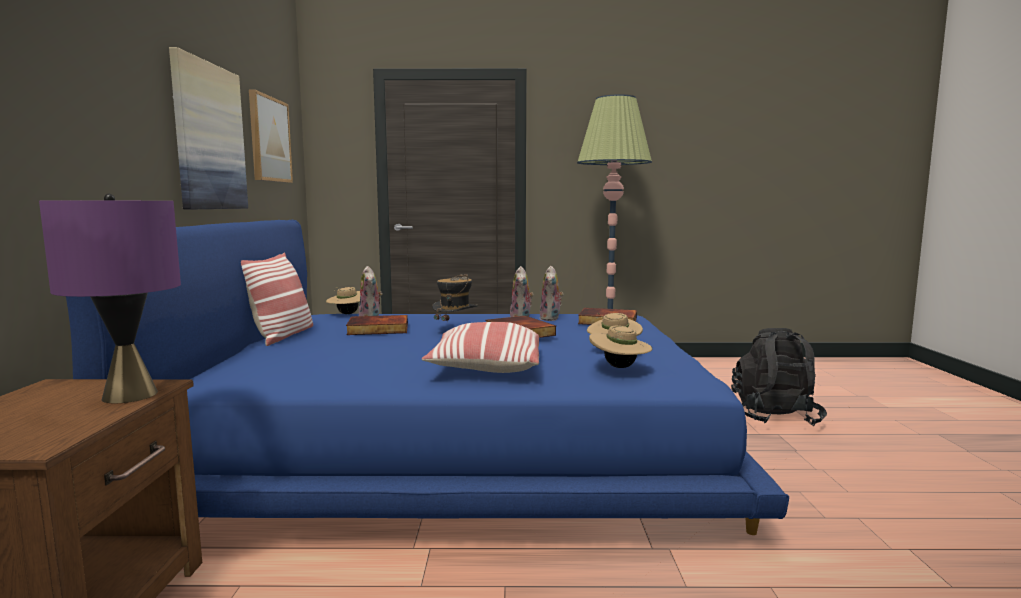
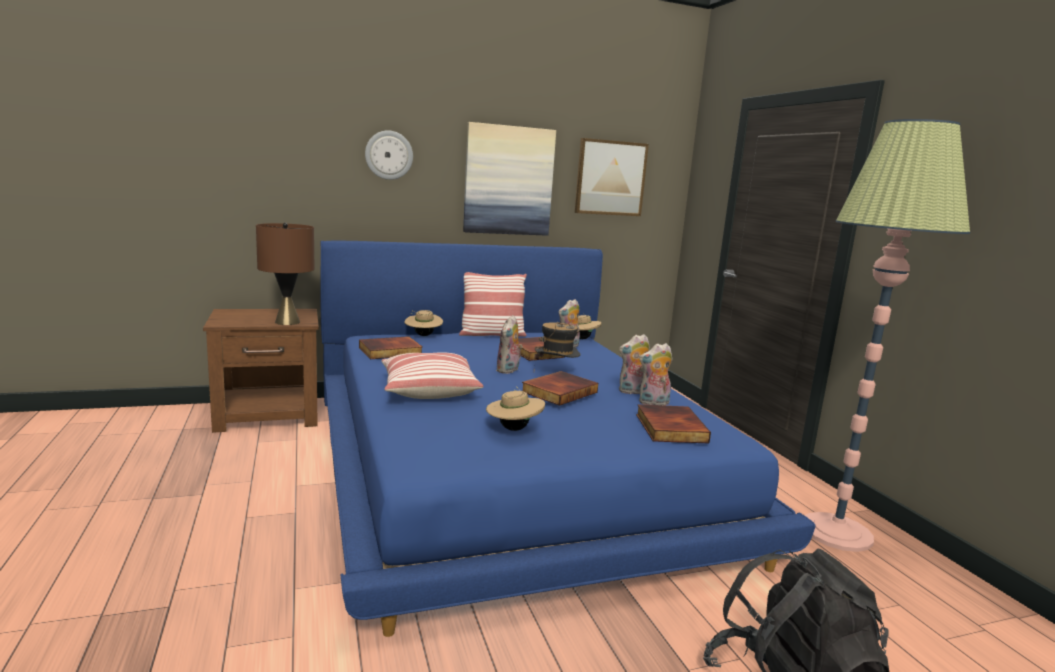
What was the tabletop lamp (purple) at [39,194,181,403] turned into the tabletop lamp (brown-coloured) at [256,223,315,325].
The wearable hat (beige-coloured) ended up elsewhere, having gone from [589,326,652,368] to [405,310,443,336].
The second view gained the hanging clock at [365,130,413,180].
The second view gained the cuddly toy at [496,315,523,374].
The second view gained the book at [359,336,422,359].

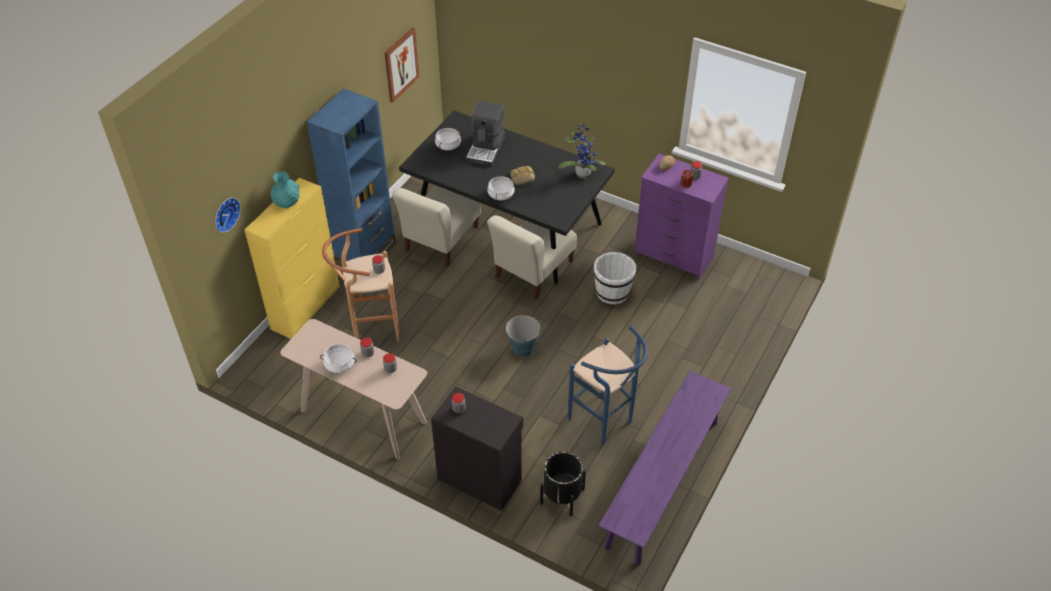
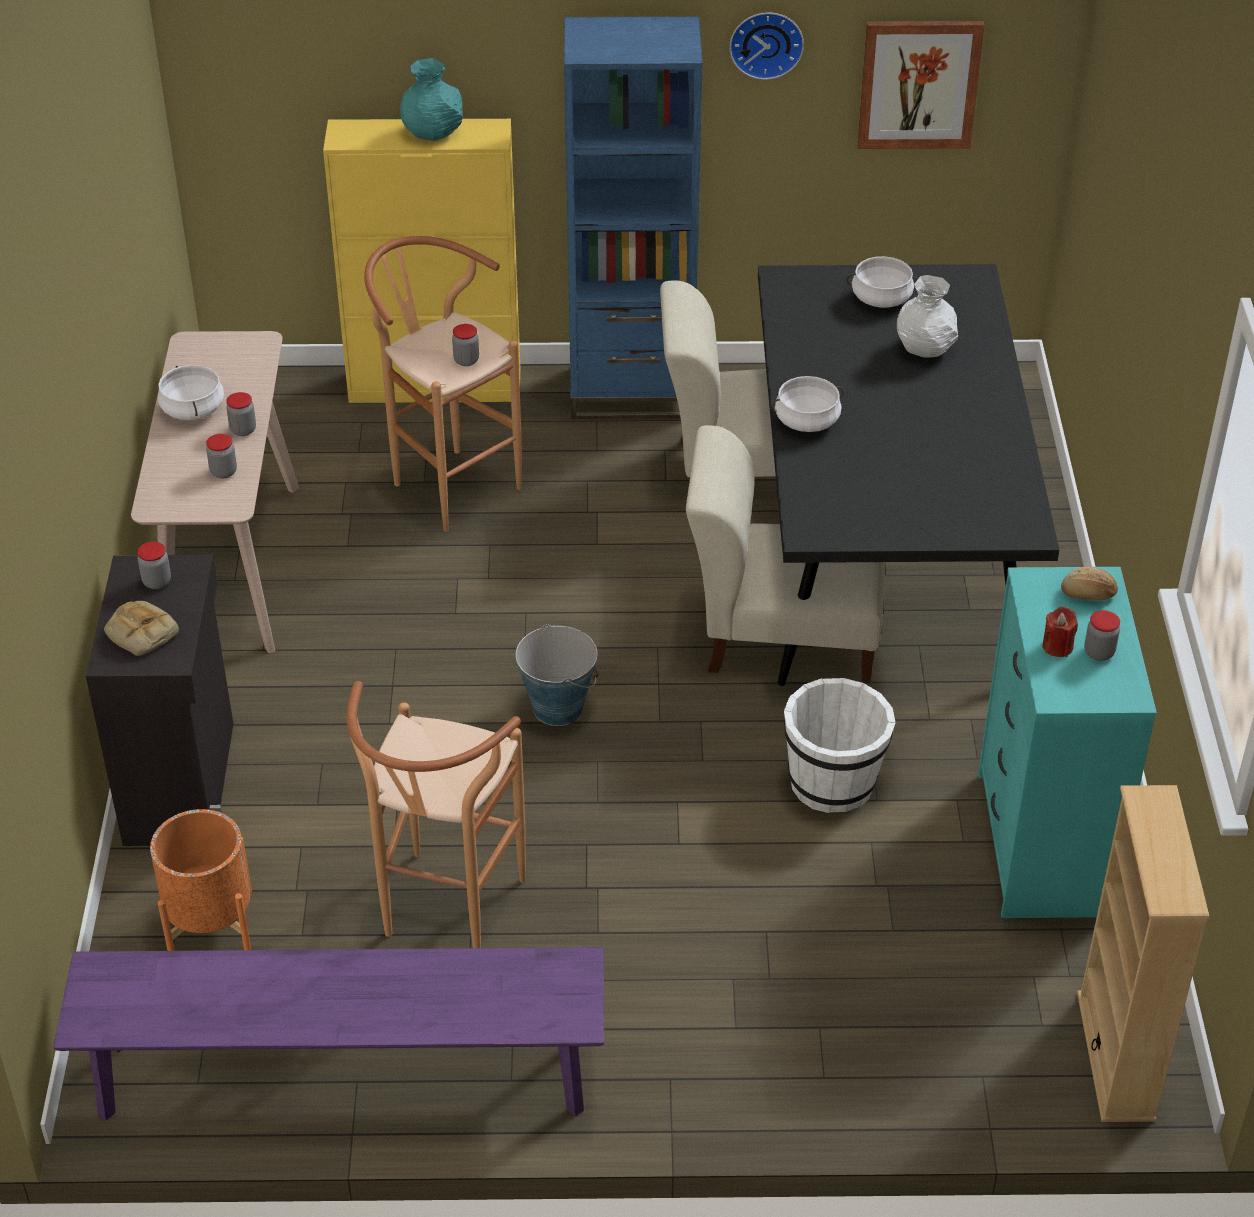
Where the coffee brewer stood at [466,101,505,166], the flower vase (white) came to stand at [897,275,958,358].
The second view lost the houseplant at [558,123,605,178].
What was the dresser (purple) at [634,154,729,281] turned into the dresser (turquoise-coloured) at [978,567,1157,918].
The baked bread ended up elsewhere, having gone from [510,166,535,185] to [104,601,179,656].
The hanging clock ended up elsewhere, having gone from [215,198,241,233] to [729,12,804,80].
What was the sitting stool (bluish) at [568,326,648,445] turned into the sitting stool (brown-coloured) at [347,681,526,948].
What was the plant pot (blackish) at [540,452,586,516] turned into the plant pot (orange) at [150,809,252,951].
The second view gained the shelving unit (beige-coloured) at [1077,785,1209,1122].

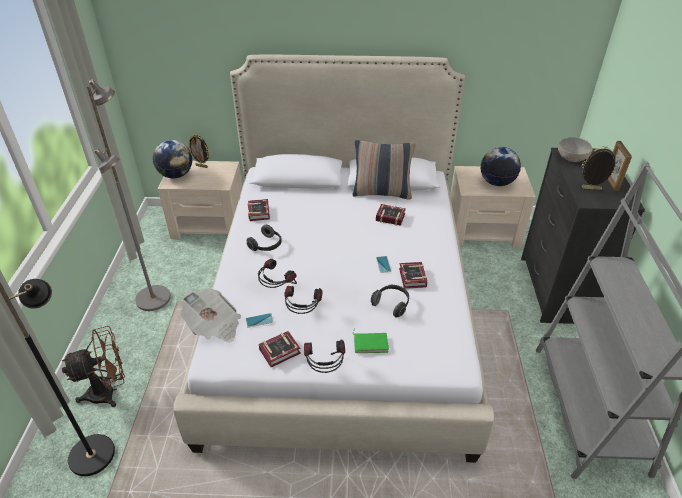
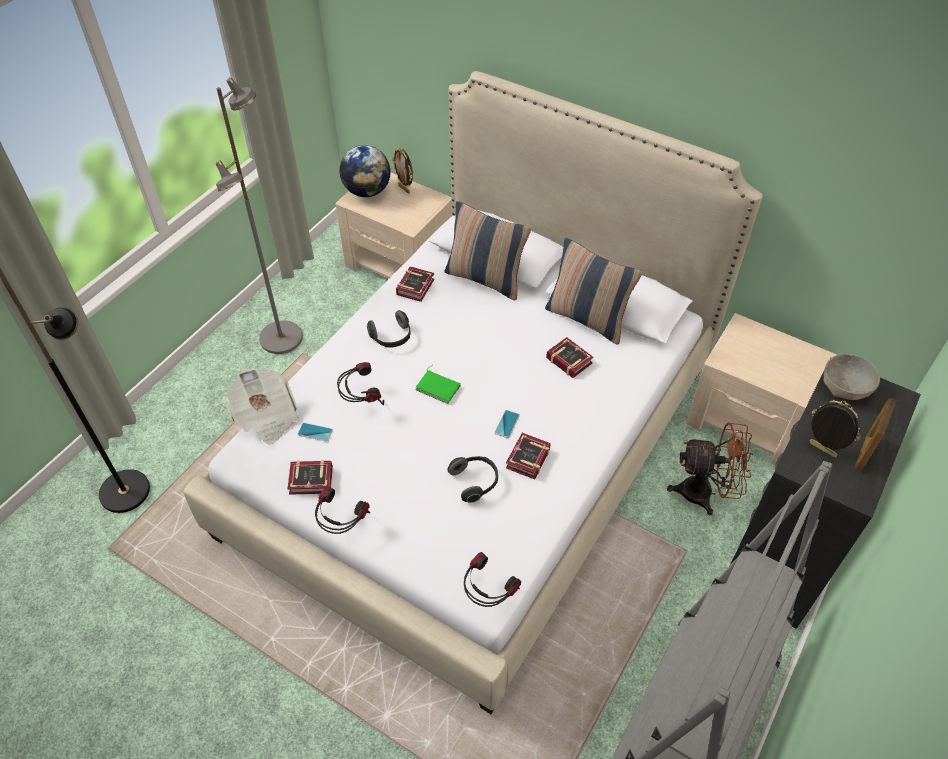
The second view lost the globe at [481,147,521,186].
The headphones ended up elsewhere, having gone from [284,286,322,314] to [464,552,521,607].
The fan (brown-coloured) ended up elsewhere, having gone from [62,326,125,407] to [667,422,753,515].
The book (green-coloured) ended up elsewhere, having gone from [353,328,389,353] to [415,365,461,404].
The second view gained the pillow at [445,201,531,300].

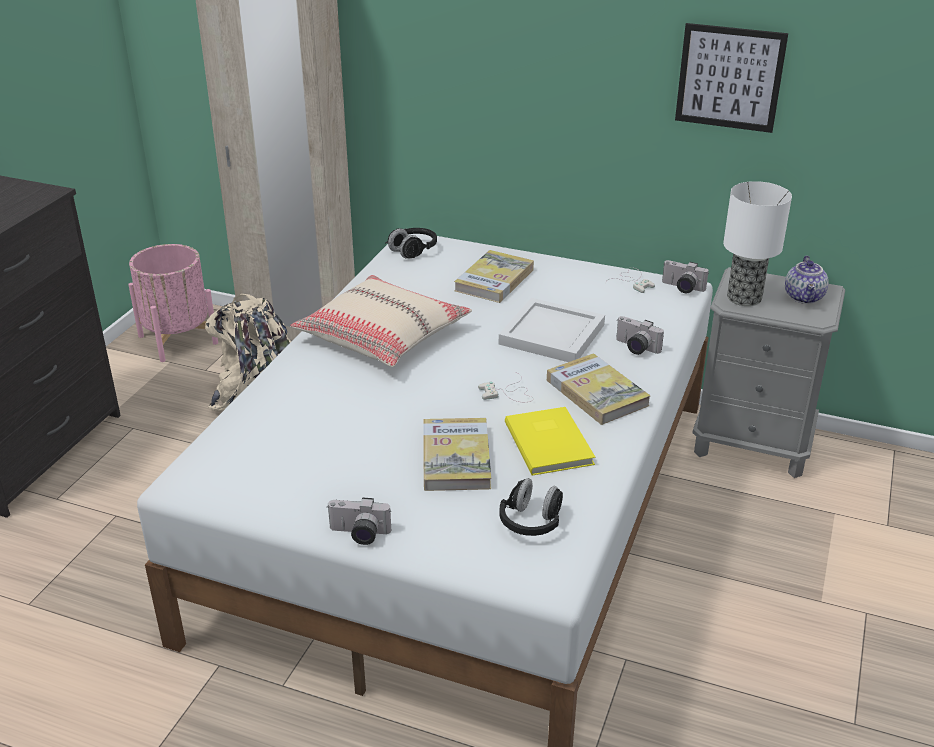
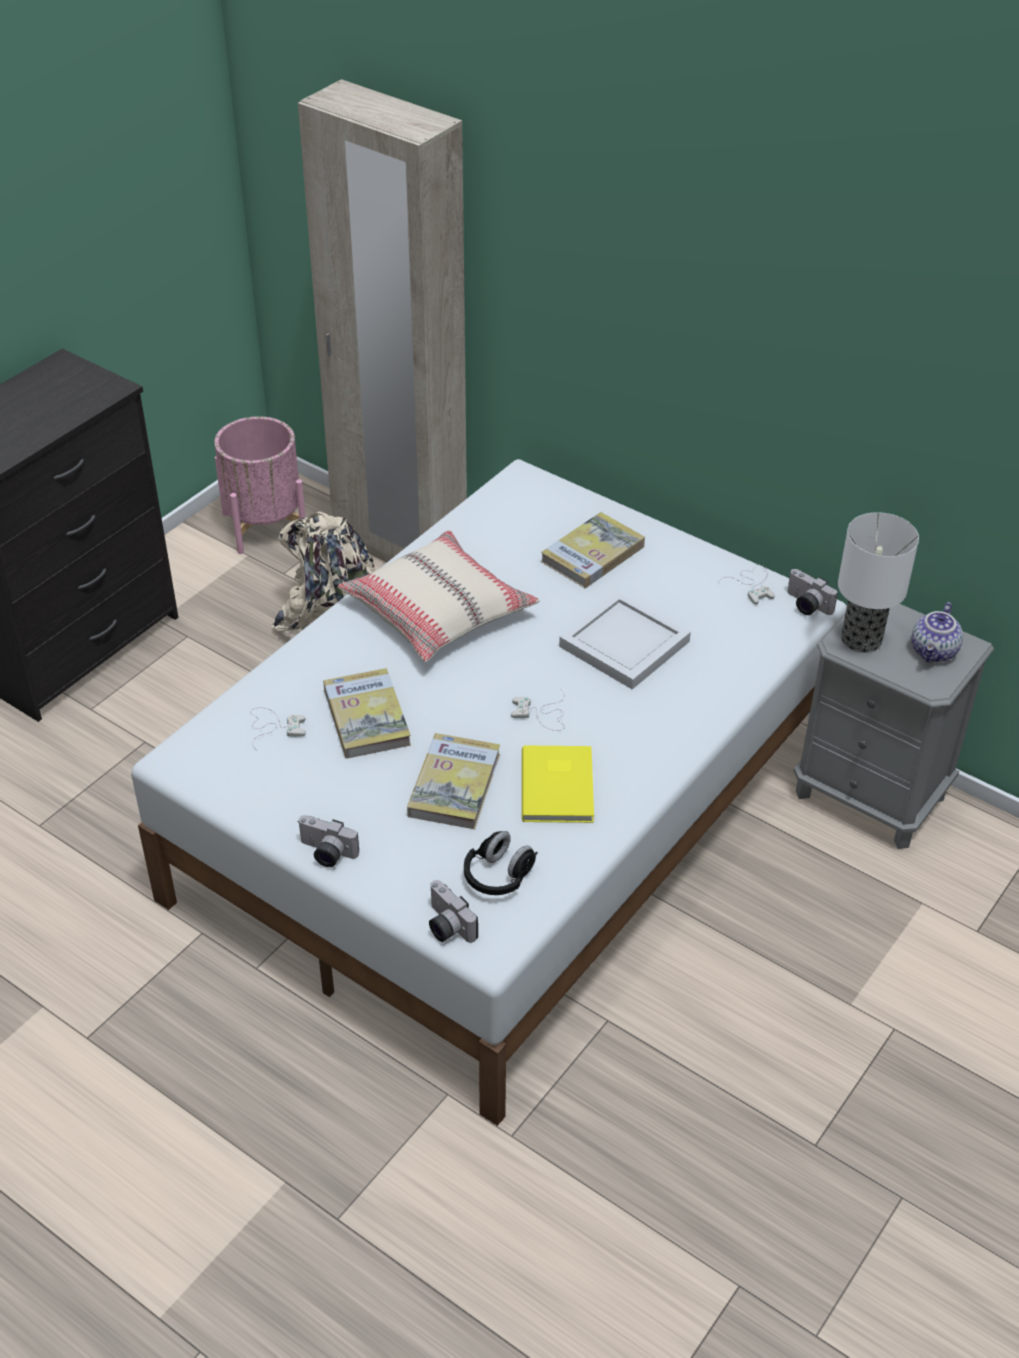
The second view lost the wall art at [675,23,788,133].
The second view lost the headphones (blackish) at [385,228,437,259].
The still camera ended up elsewhere, having gone from [616,316,664,355] to [429,880,478,943].
The book ended up elsewhere, having gone from [547,353,651,425] to [323,668,411,759].
The second view gained the joypad (white) at [251,708,306,751].

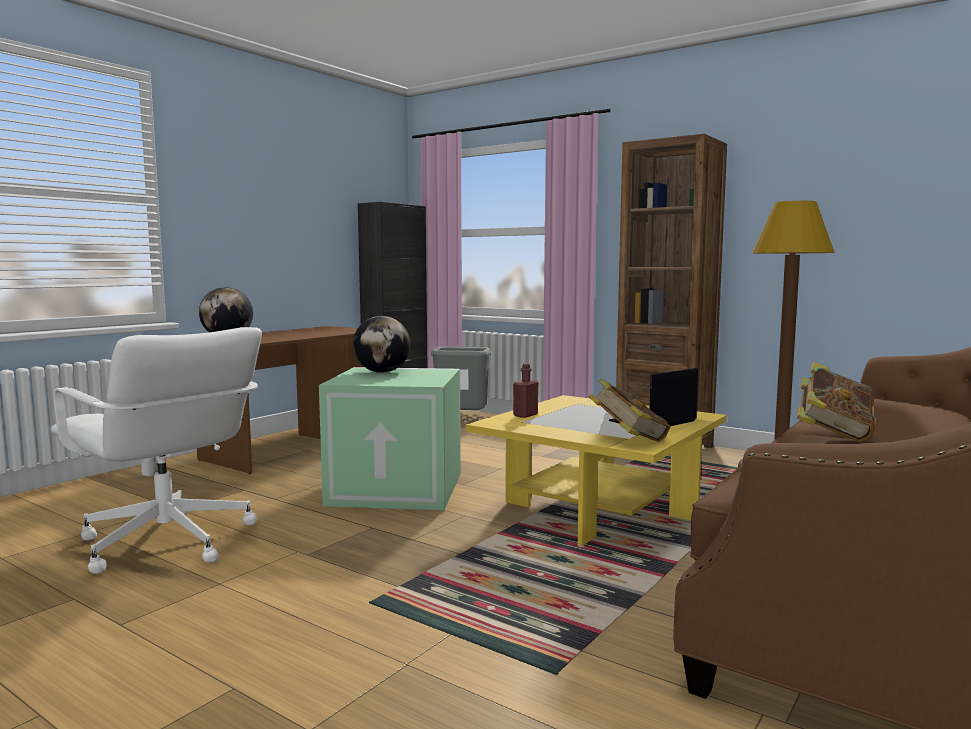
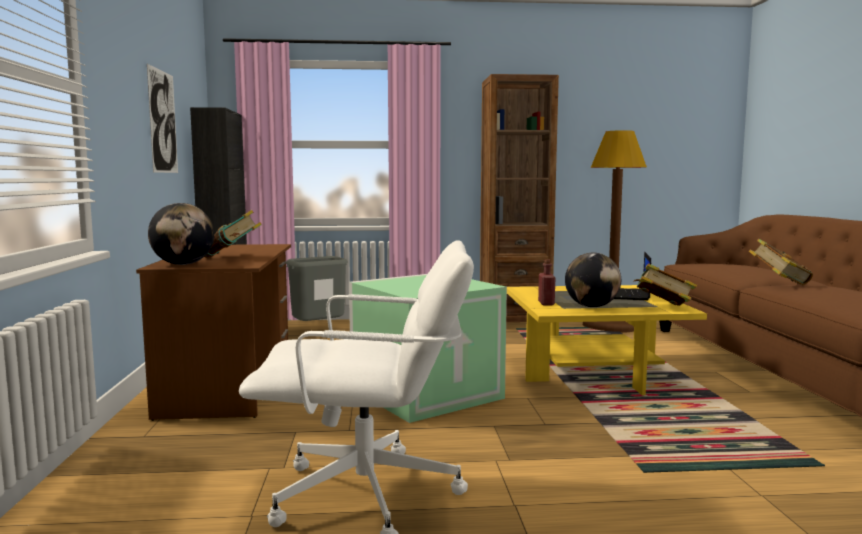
The globe ended up elsewhere, having gone from [353,316,410,373] to [565,253,621,307].
The second view gained the wall art at [147,64,178,173].
The second view gained the book at [204,210,262,258].

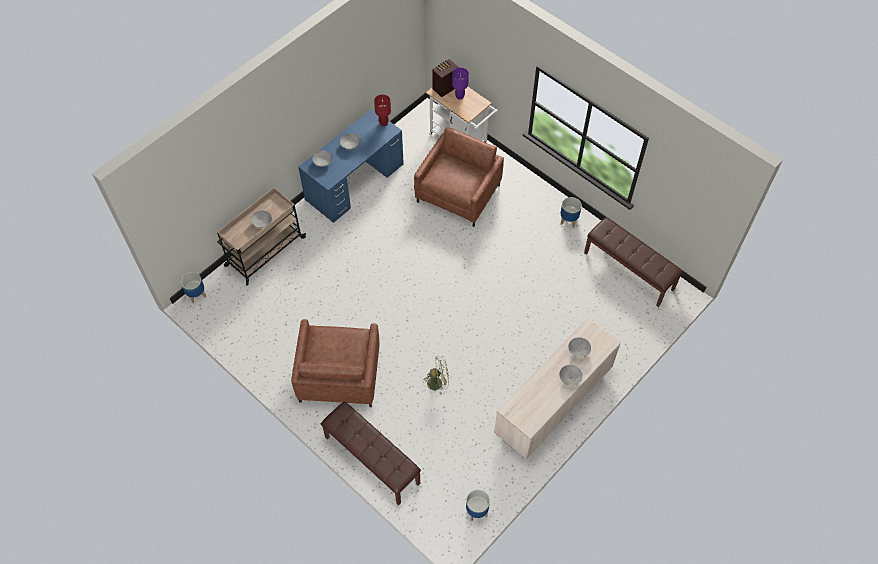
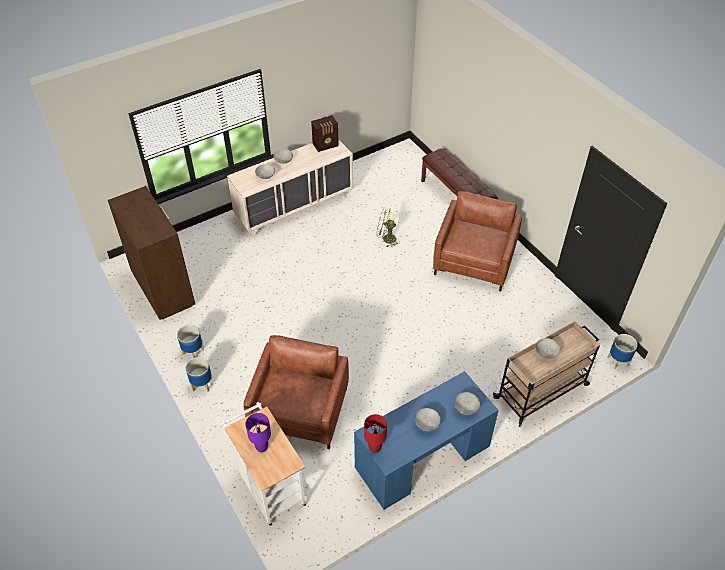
The radio set ended up elsewhere, having gone from [432,59,459,97] to [311,115,339,152].
The easy chair (brown-coloured) at [414,127,504,227] ended up facing another way, 150 degrees clockwise from before.
Where the indoor bench (brown-coloured) stood at [584,218,683,307], the dresser (brown-coloured) came to stand at [108,186,195,320].
The plant pot ended up elsewhere, having gone from [466,490,490,521] to [186,357,212,392].

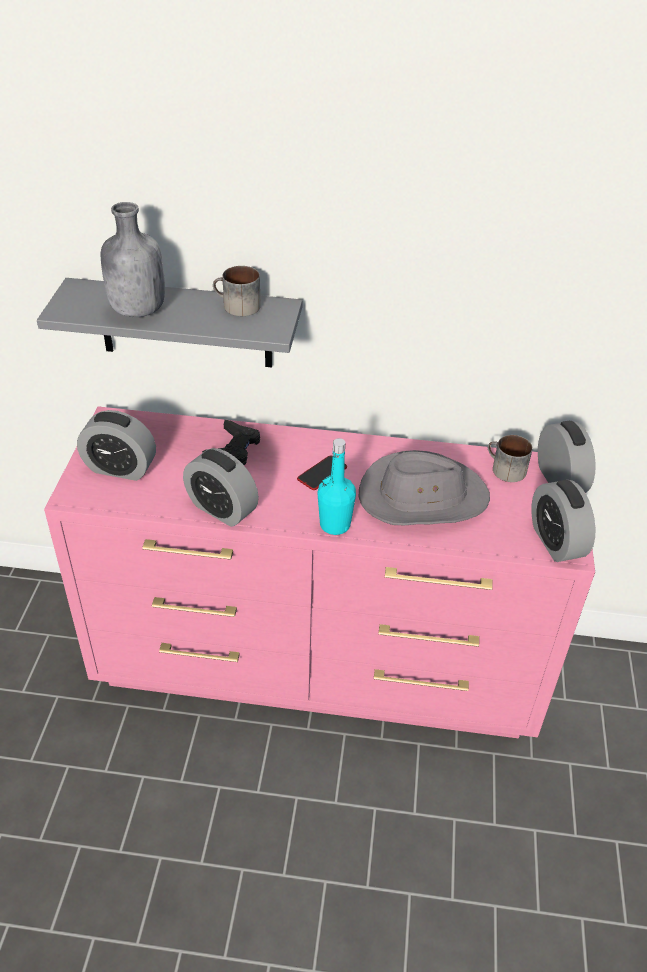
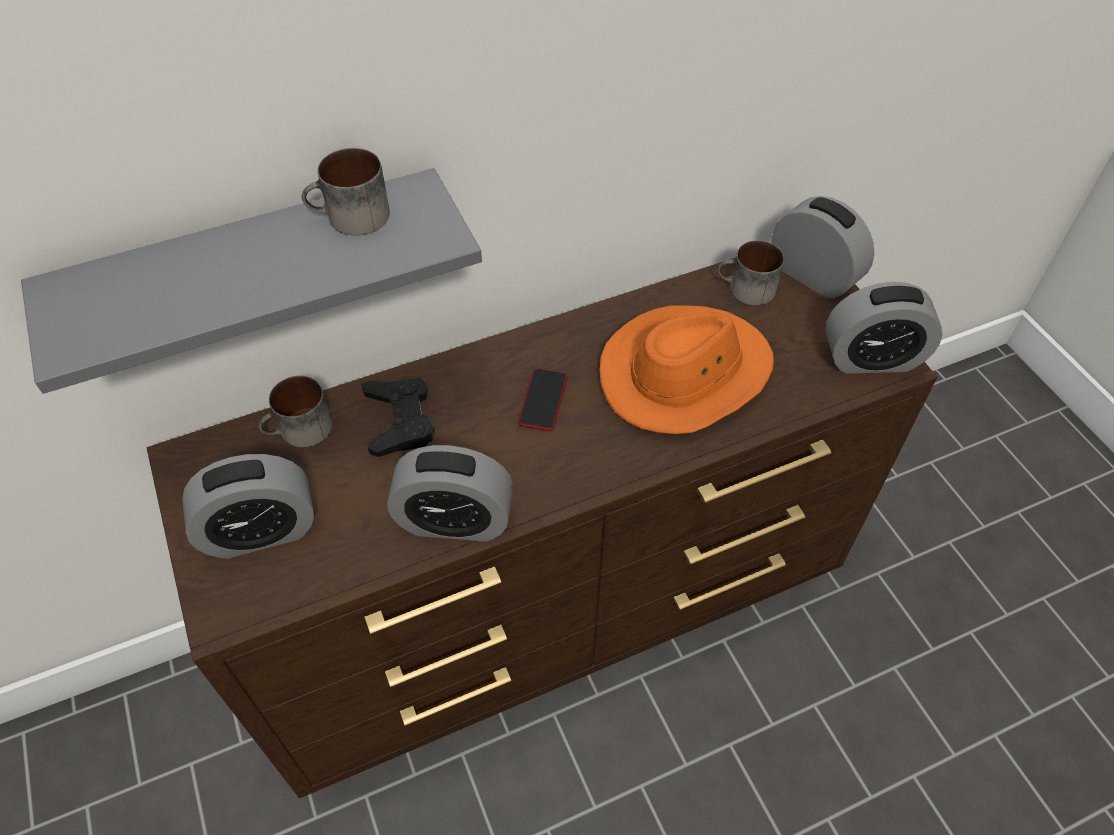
The second view lost the drink bottle (grey) at [101,202,165,317].
What was the dresser (pink) at [44,406,595,738] turned into the dresser (brown-coloured) at [147,258,937,798].
The second view lost the drink bottle (turquoise-coloured) at [317,438,356,535].
What was the wearable hat (grey) at [358,450,490,525] turned into the wearable hat (orange) at [599,306,774,434].
The bedside clock at [532,480,596,562] ended up facing another way, 45 degrees counterclockwise from before.
The second view gained the tea mug at [258,376,332,447].

